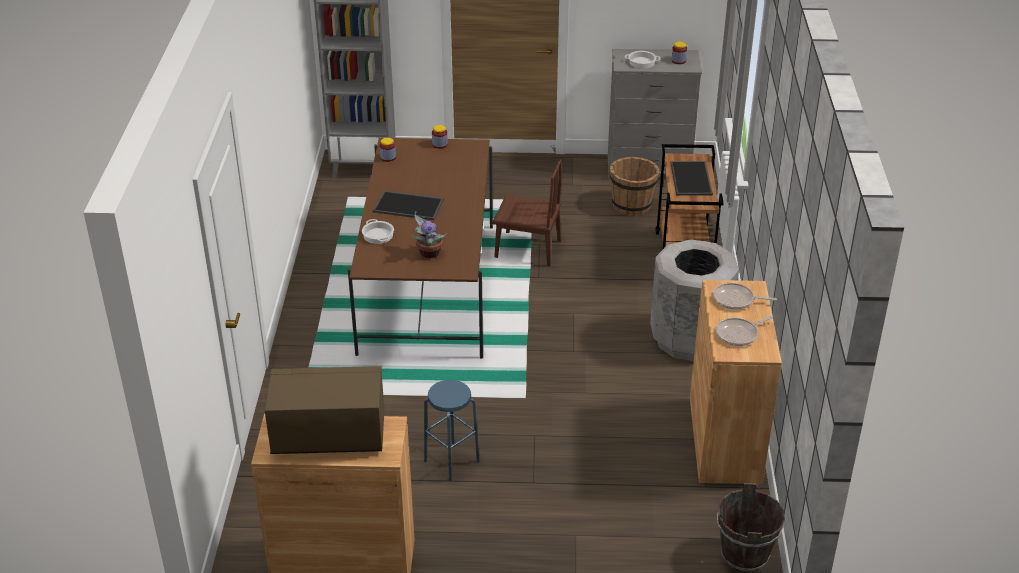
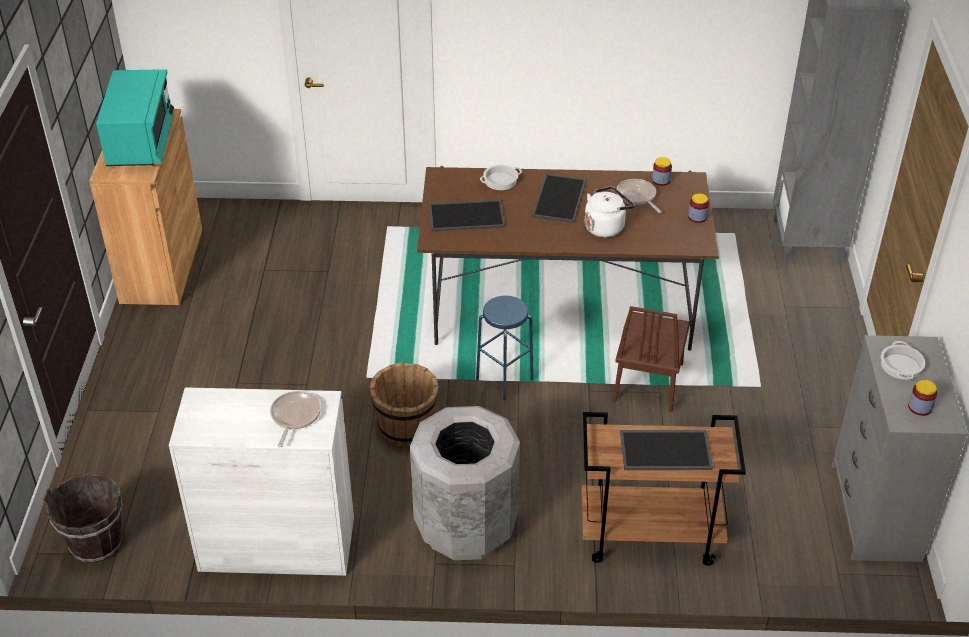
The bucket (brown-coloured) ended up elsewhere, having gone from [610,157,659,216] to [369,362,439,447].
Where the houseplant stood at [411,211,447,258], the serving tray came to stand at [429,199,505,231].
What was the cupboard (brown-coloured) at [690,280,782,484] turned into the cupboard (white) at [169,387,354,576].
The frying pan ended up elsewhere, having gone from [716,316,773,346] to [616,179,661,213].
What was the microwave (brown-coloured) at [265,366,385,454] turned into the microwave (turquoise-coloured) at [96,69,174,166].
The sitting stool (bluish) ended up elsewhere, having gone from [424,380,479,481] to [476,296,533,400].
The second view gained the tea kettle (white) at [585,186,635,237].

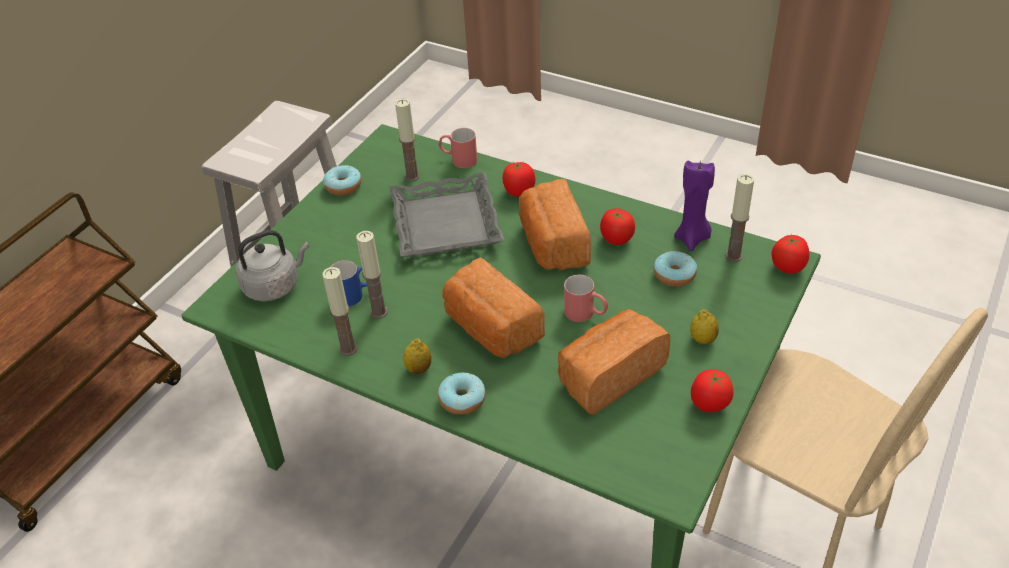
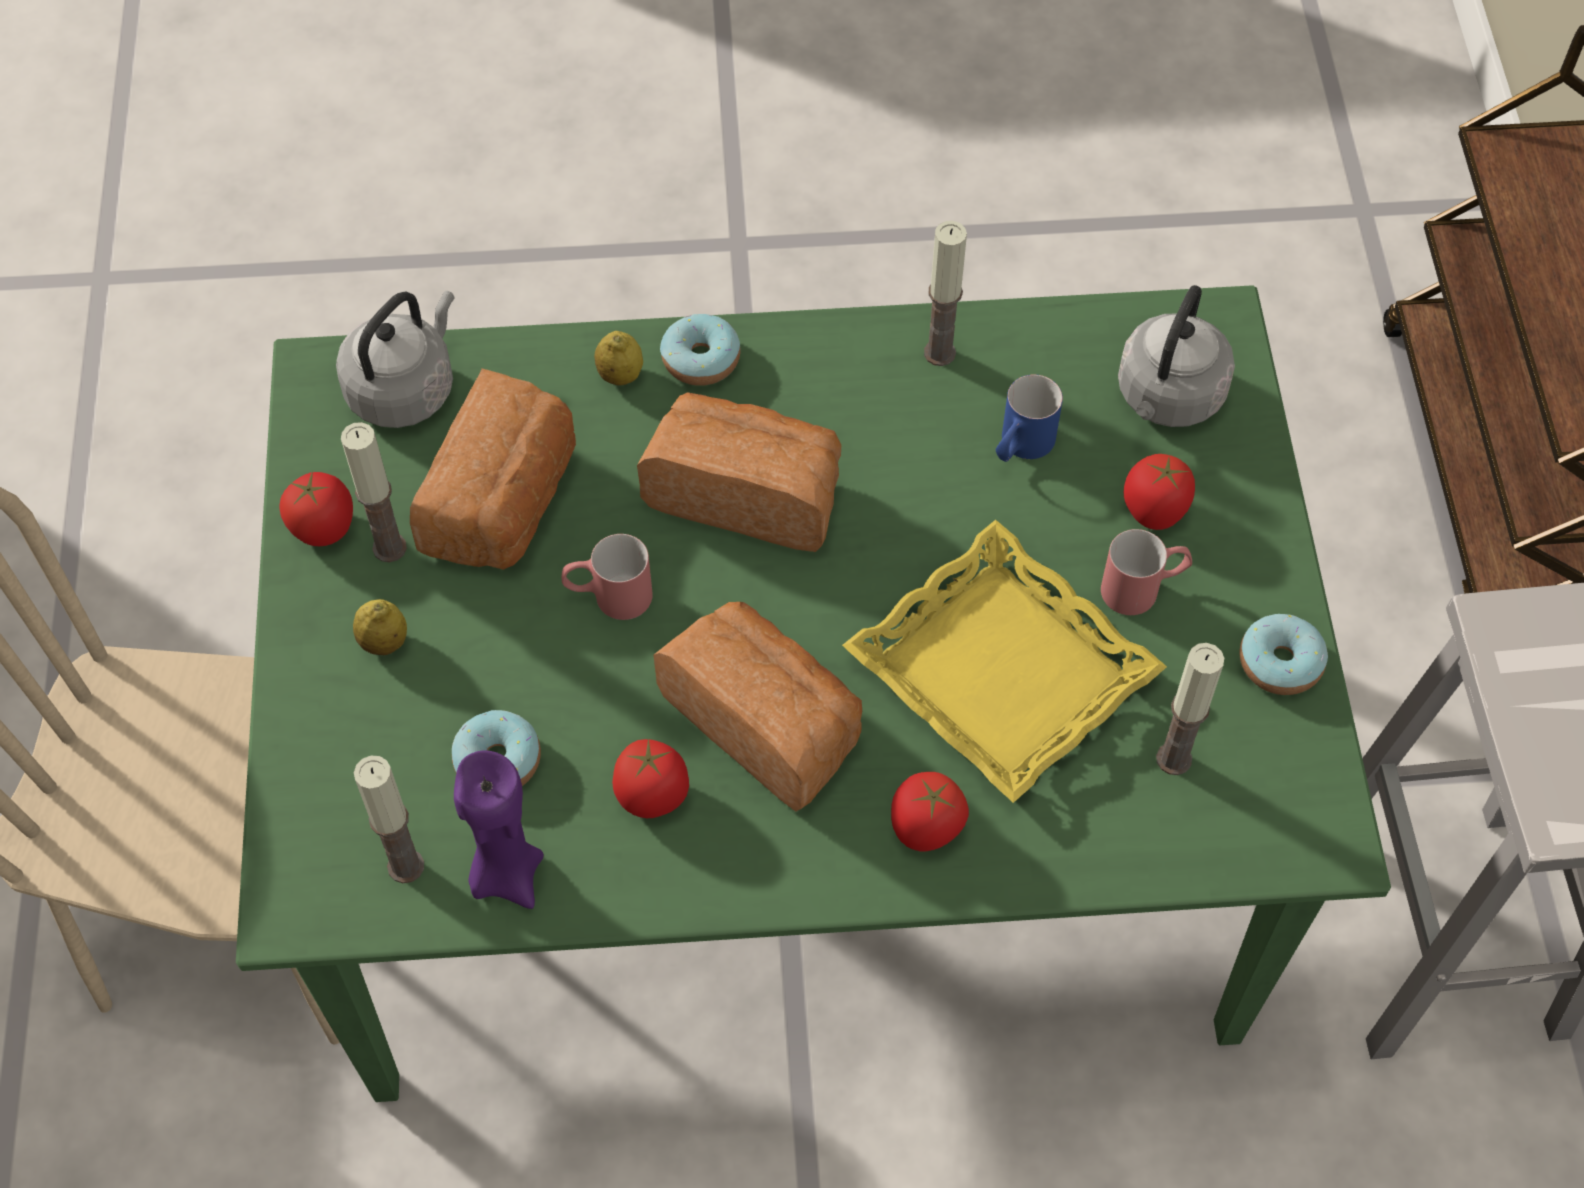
The tea mug (reddish) ended up elsewhere, having gone from [439,128,477,168] to [1101,529,1192,615].
What was the serving tray (grey) at [389,172,504,257] turned into the serving tray (yellowish) at [842,520,1167,803].
The wax candle ended up elsewhere, having gone from [356,231,388,319] to [341,422,407,562].
The whole tomato ended up elsewhere, having gone from [771,234,809,273] to [1124,454,1195,530].
The citrus fruit ended up elsewhere, having gone from [404,339,432,374] to [594,331,643,385].
The second view gained the tea kettle (grey) at [336,291,455,428].

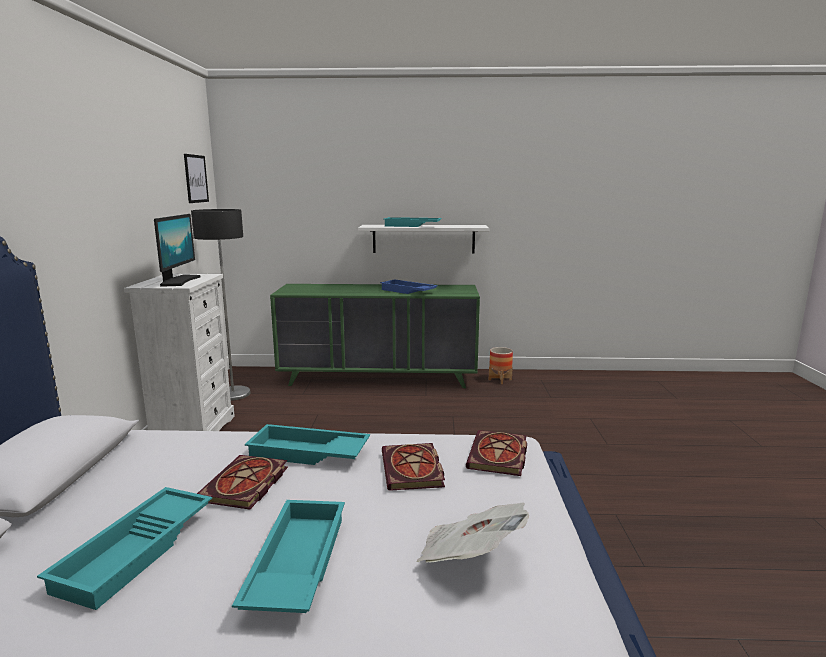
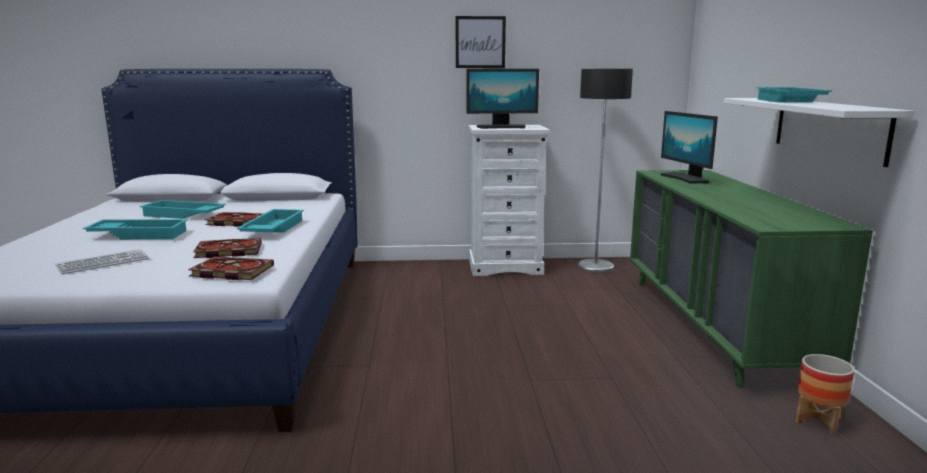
The wall art ended up elsewhere, having gone from [184,154,209,203] to [456,16,506,68].
The second view lost the serving tray (bluish) at [380,279,438,294].
Where the newspaper stood at [417,503,529,563], the computer keyboard came to stand at [55,249,149,274].
The second view gained the computer display at [660,111,718,184].

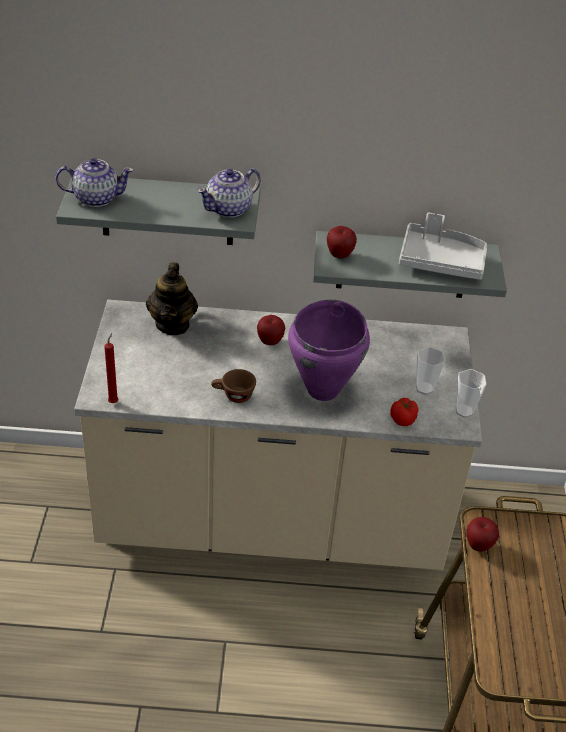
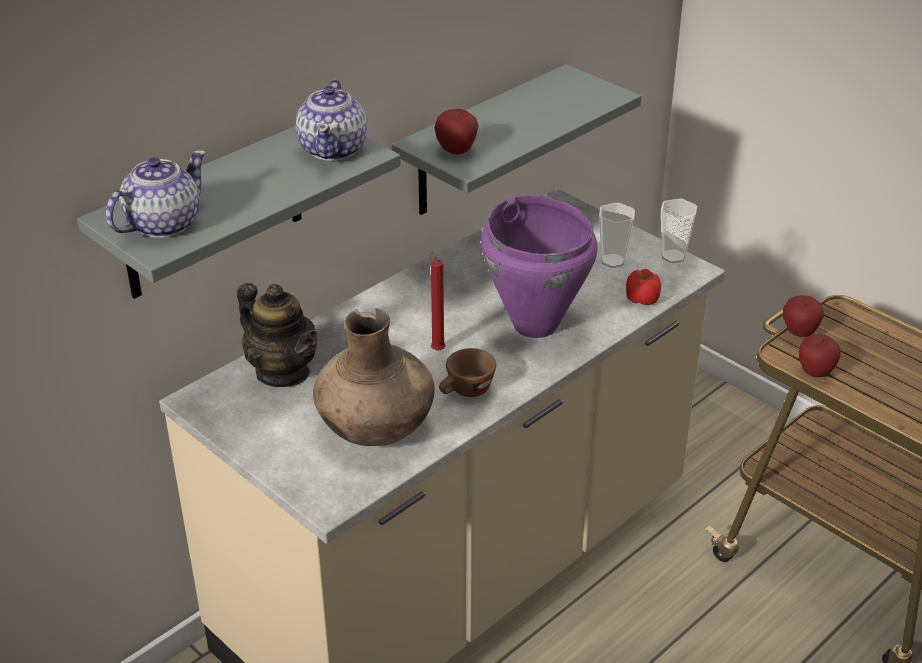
The second view lost the serving tray (grey) at [399,213,487,280].
The whole apple ended up elsewhere, having gone from [257,315,285,345] to [783,295,824,337].
The wax candle (reddish) ended up elsewhere, having gone from [104,333,118,403] to [430,247,445,351].
The second view gained the flower vase (brown-coloured) at [313,308,435,446].

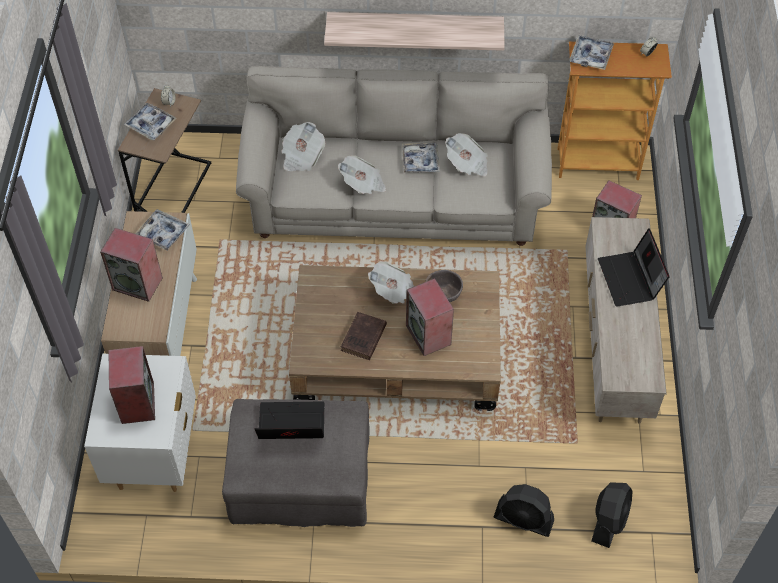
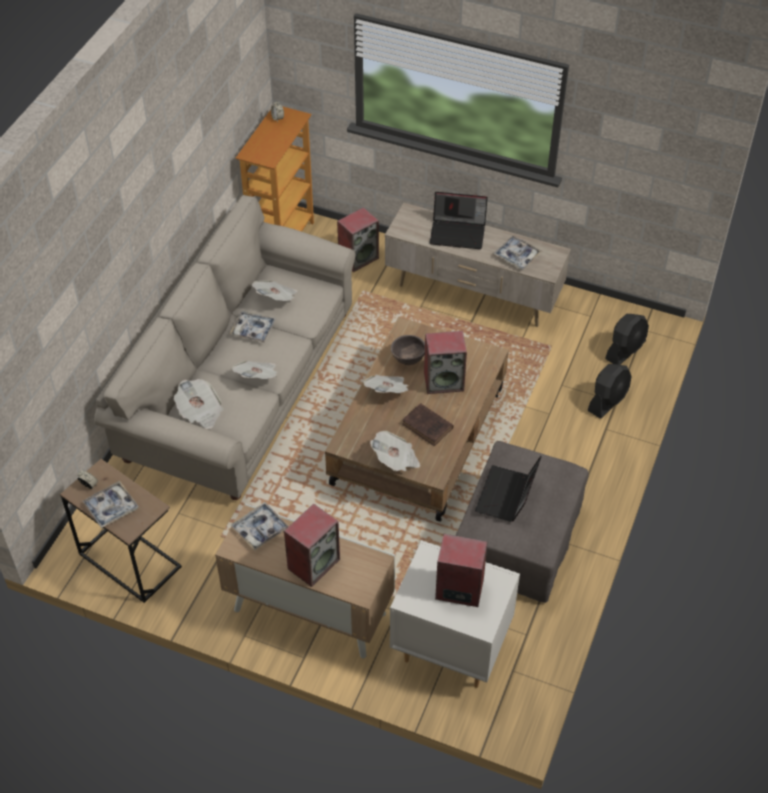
The second view lost the wall shelf at [324,12,505,51].
The serving tray ended up elsewhere, having gone from [569,35,614,70] to [493,236,542,270].
The fan (blackish) at [592,482,633,548] ended up facing another way, 90 degrees clockwise from before.
The second view gained the newspaper at [370,431,420,472].

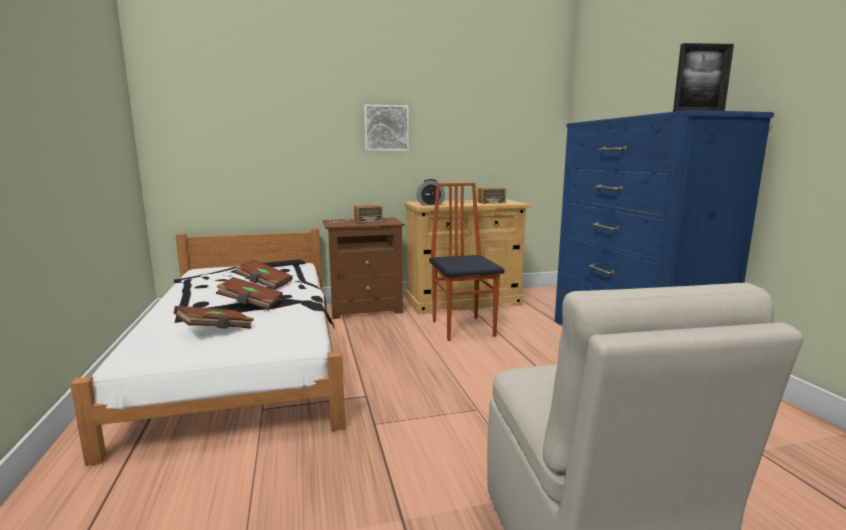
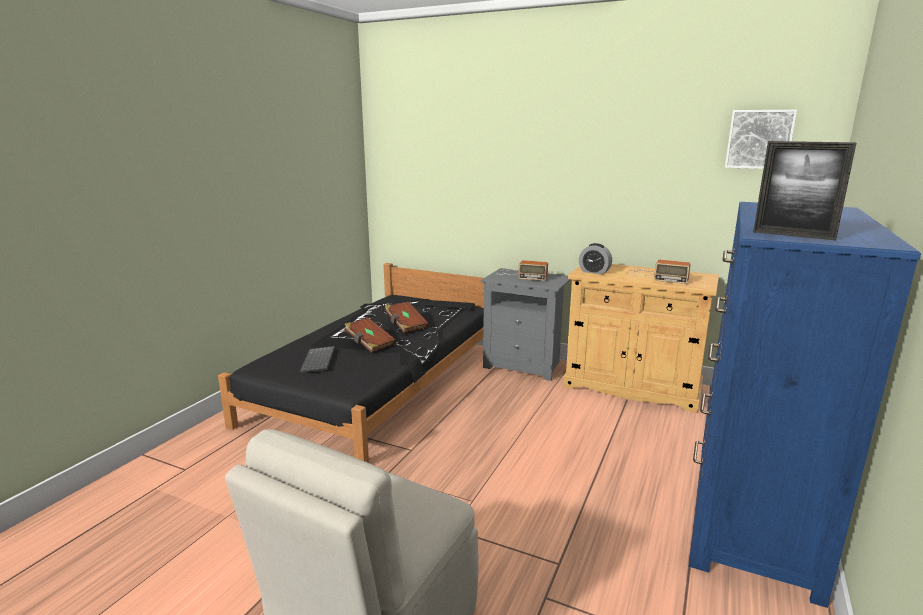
The wall art ended up elsewhere, having gone from [364,105,409,151] to [725,110,797,169].
The second view lost the upright chair at [429,183,504,341].
What was the night table (brown-coloured) at [323,218,405,319] turned into the night table (grey) at [481,268,571,381].
What was the bed (white) at [70,228,345,466] turned into the bed (blackish) at [218,263,484,463].
Where the book (brown-coloured) stood at [174,306,254,329], the computer keyboard came to stand at [299,346,335,373].

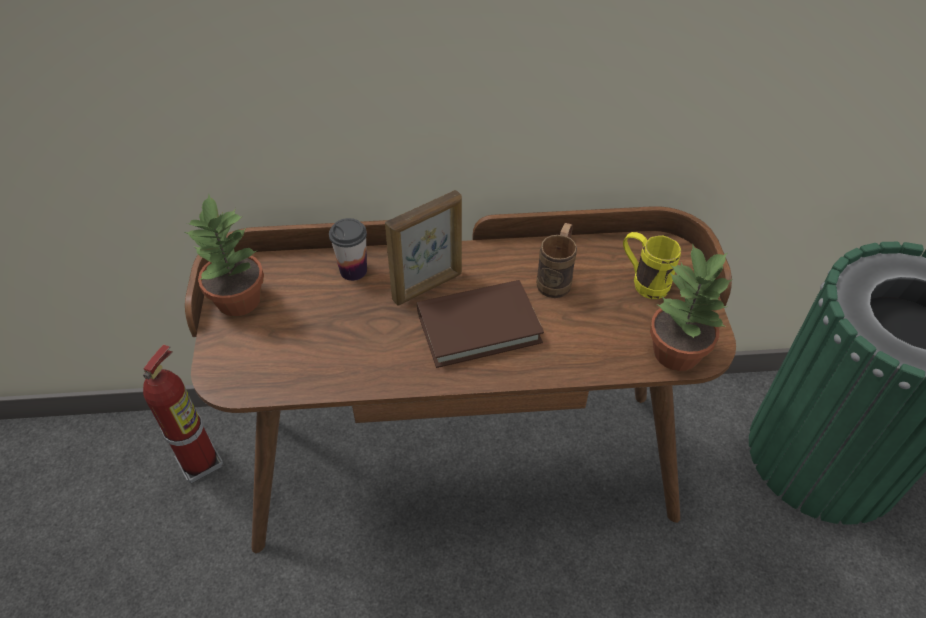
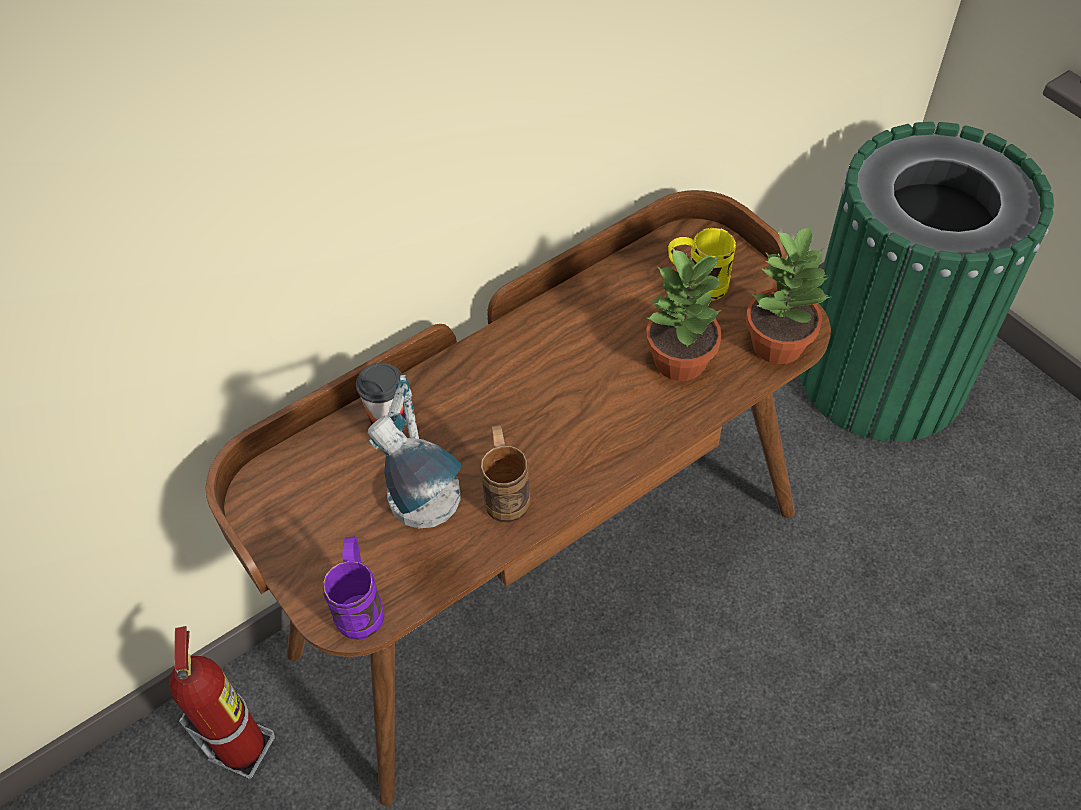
The second view lost the standing frame at [385,190,462,305].
The houseplant ended up elsewhere, having gone from [185,194,264,316] to [646,246,723,381].
The tea mug (brown-coloured) ended up elsewhere, having gone from [536,223,577,298] to [480,425,530,523].
The second view lost the book (brown-coloured) at [417,280,544,368].
The second view gained the tabletop lamp at [368,375,461,528].
The second view gained the tea mug (purple) at [323,536,384,640].

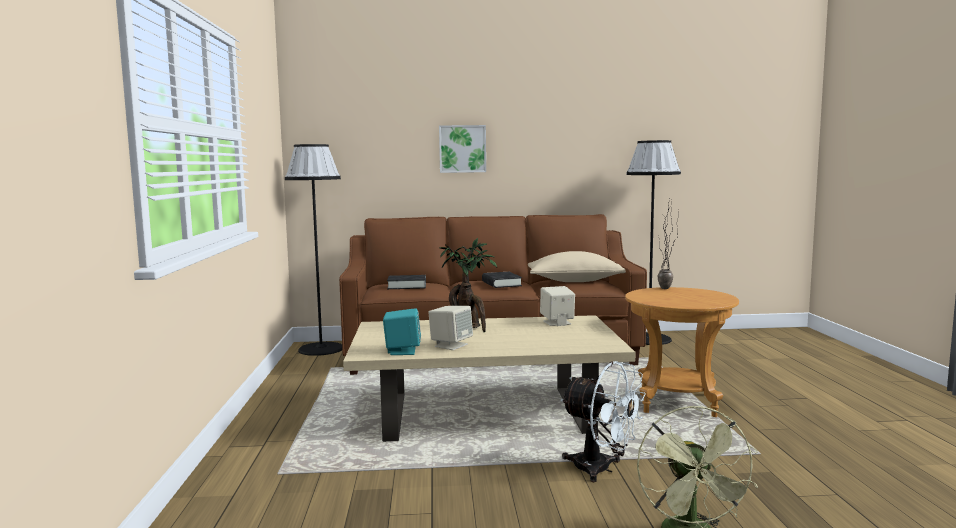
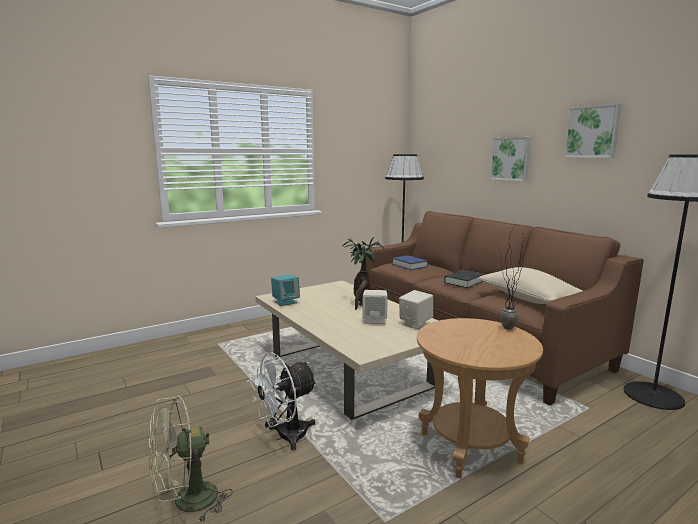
What was the book (blackish) at [387,275,426,289] turned into the book (bluish) at [392,255,428,270].
The speaker (beige-coloured) ended up elsewhere, having gone from [429,306,473,350] to [362,290,388,324].
The fan (white) at [561,361,646,482] ended up facing another way, 45 degrees clockwise from before.
The second view gained the wall art at [563,104,622,158].

